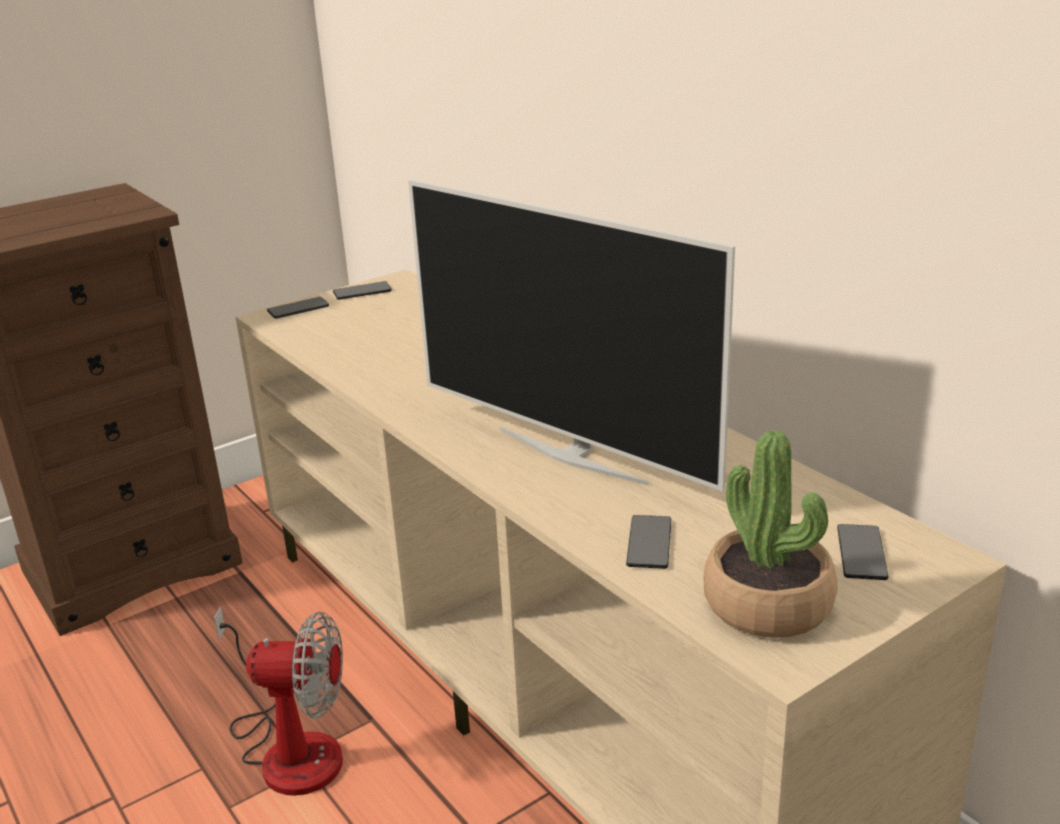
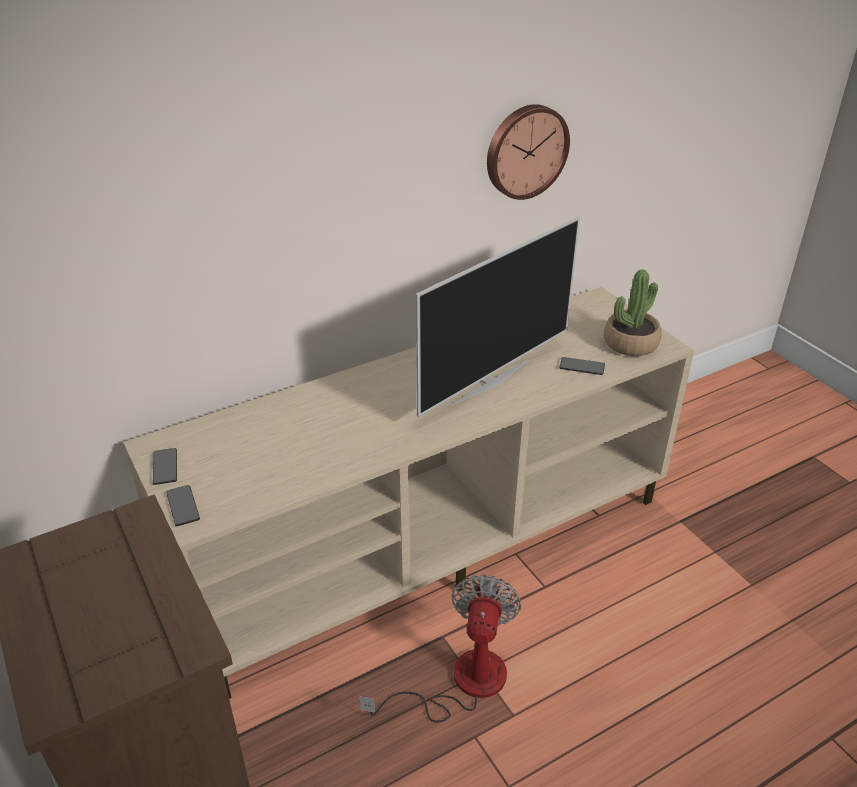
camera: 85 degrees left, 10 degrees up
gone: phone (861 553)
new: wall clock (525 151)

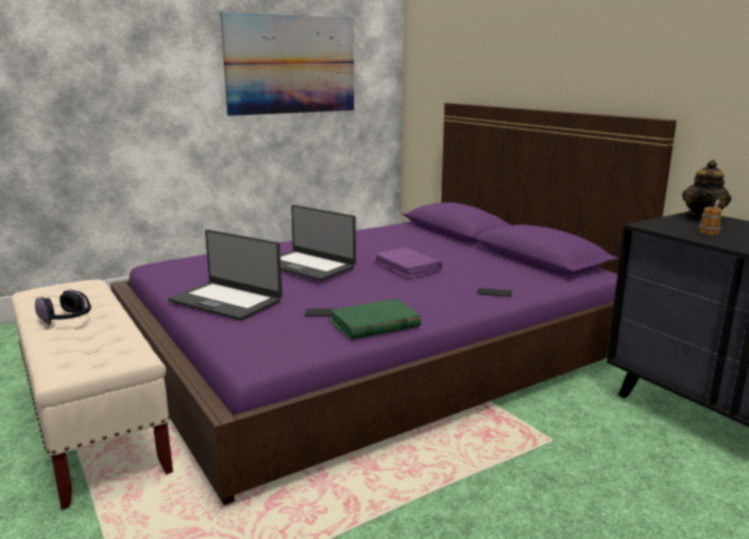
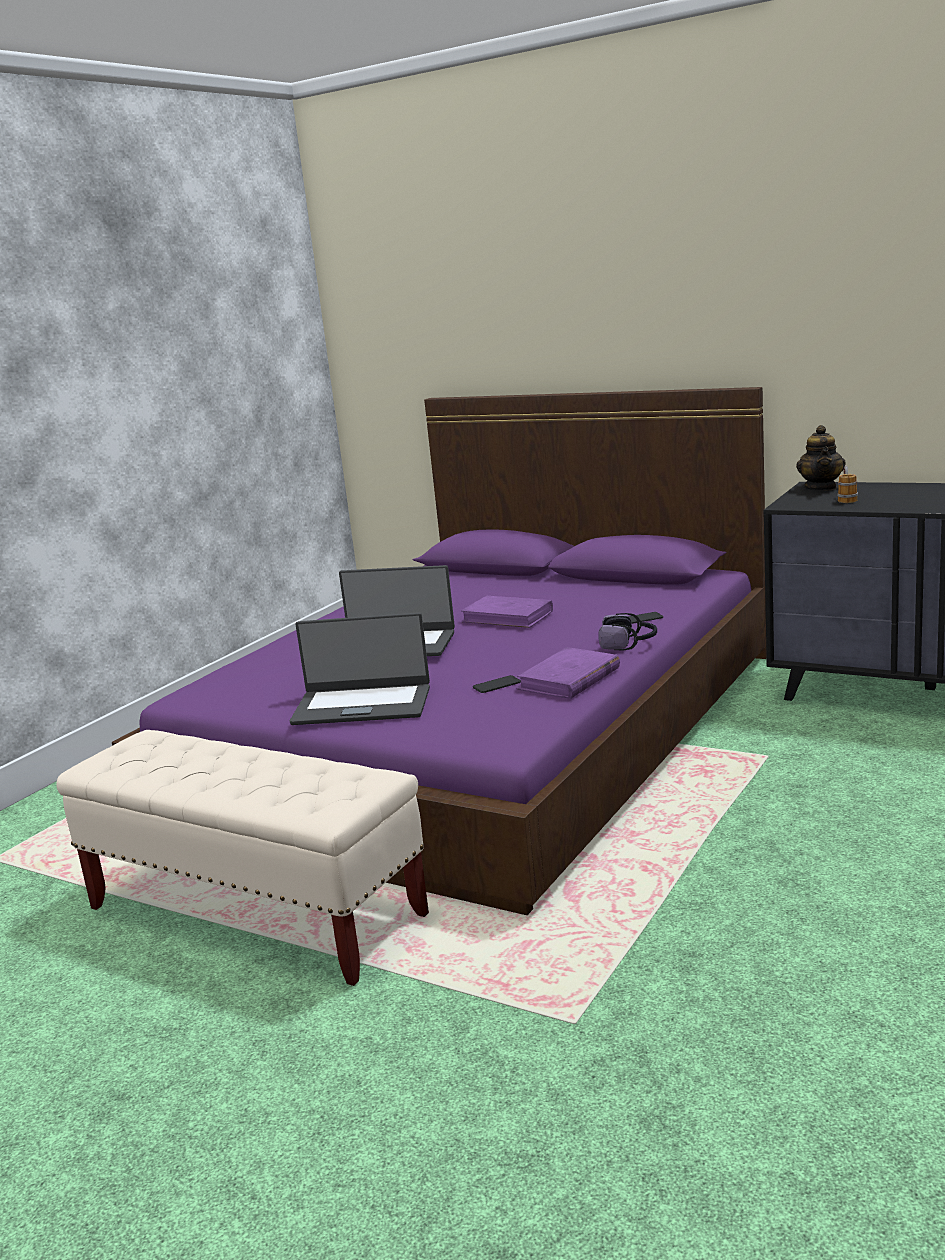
camera: 25 degrees left, 0 degrees up
gone: picture (290 65)
shifted: headphones (67 319) to (629 644)
repainted: book/green (374 324) to book/purple (569 679)

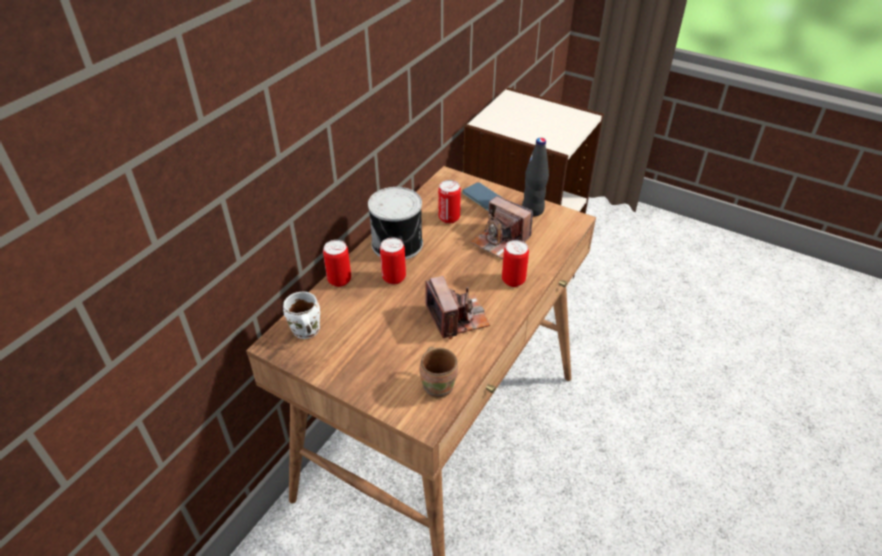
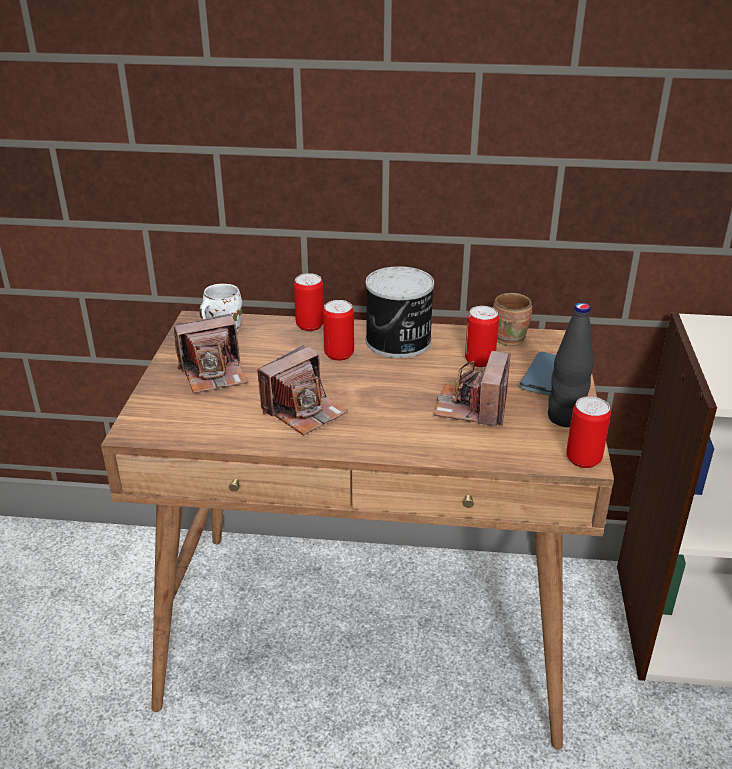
camera: 65 degrees right, 10 degrees down
new: photo camera (214 374)
shifted: mug/brown (439 385) to (512 339); can (513 280) to (583 459)

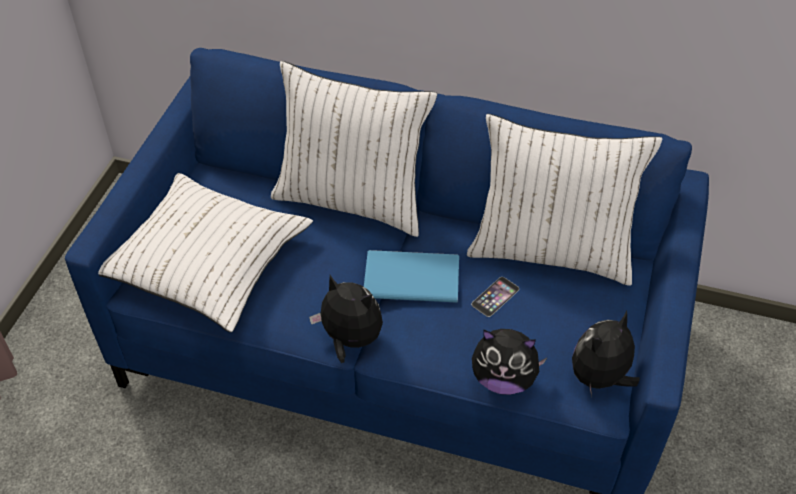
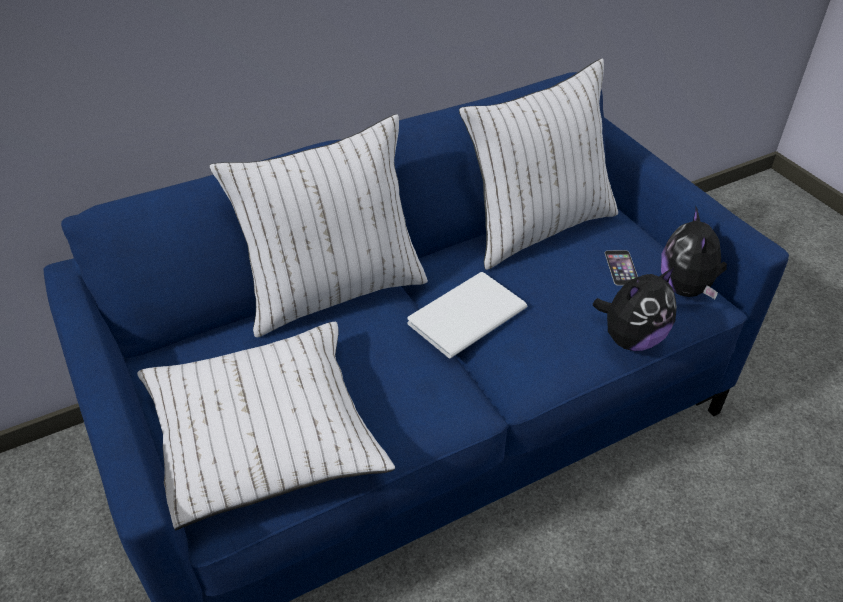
camera: 45 degrees left, 5 degrees down
gone: plush toy (350 340)
shifted: phone (495 296) to (621 267)
repainted: book/blue (409 276) to book/white (462 315)

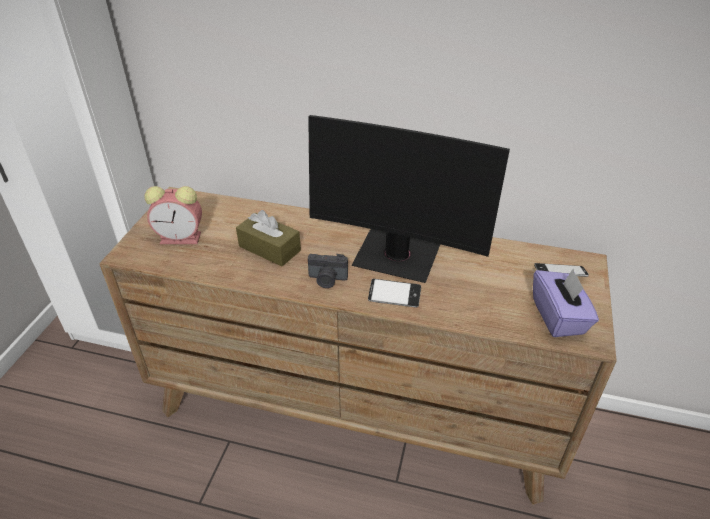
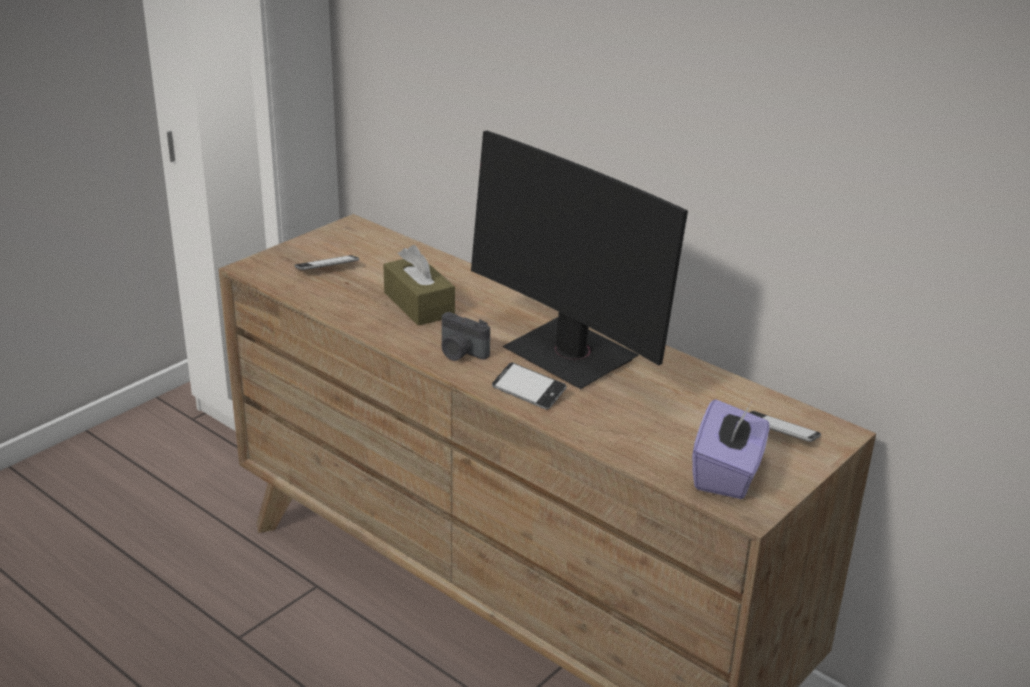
camera: 25 degrees right, 10 degrees down
swapped: alarm clock (182 237) to phone (327 268)

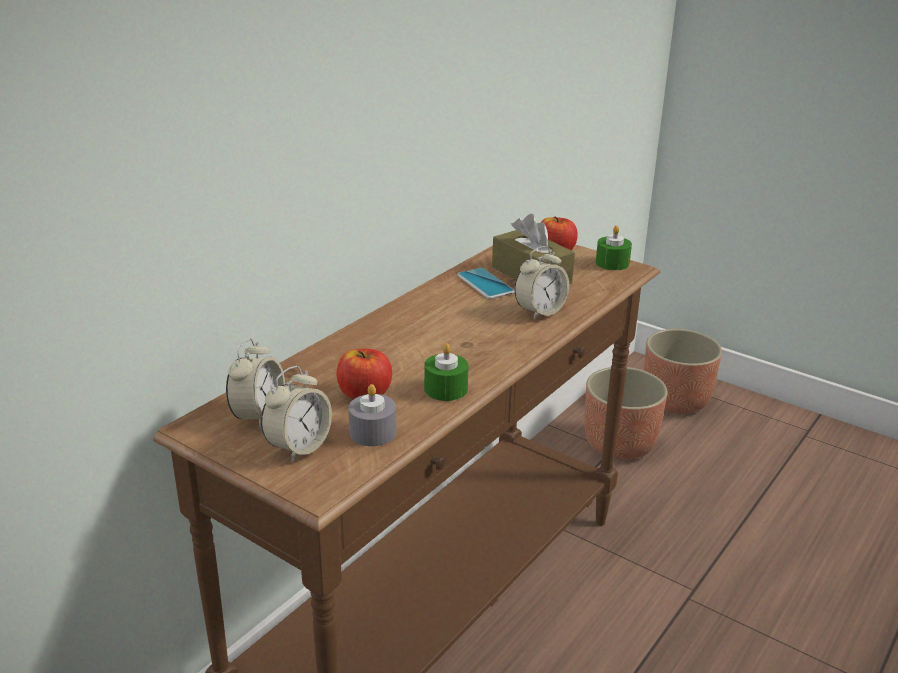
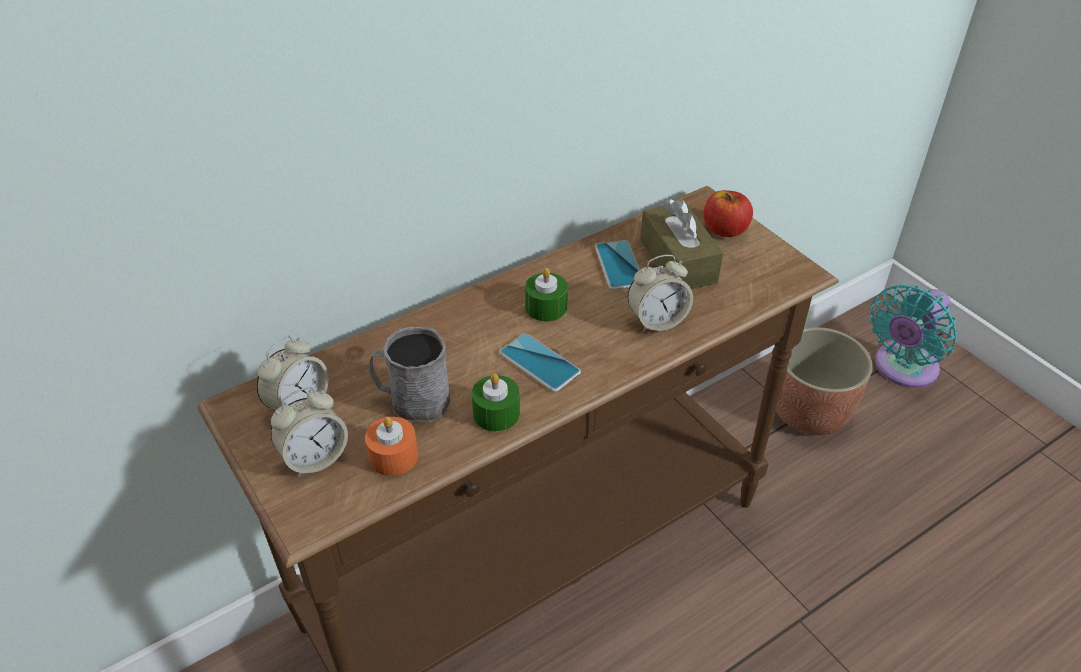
camera: 20 degrees right, 15 degrees up
new: phone (539 363)
shifted: candle/green (612 263) to (546 307)
swapped: apple (365 394) to mug/grey (412 401); planter (675 401) to fan/turquoise (902 369)
repainted: candle/grey (372 432) to candle/orange (393 456)

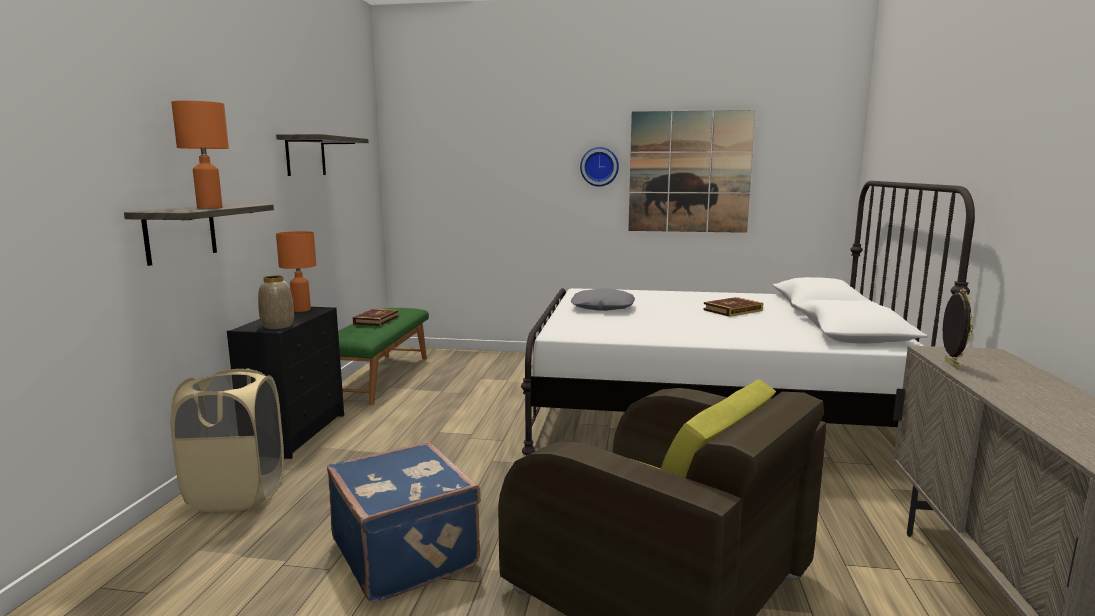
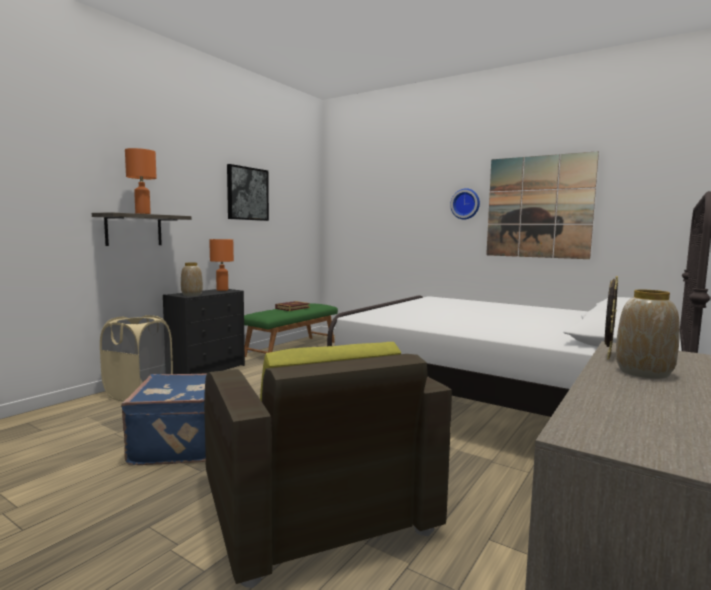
camera: 25 degrees right, 5 degrees down
gone: pillow/grey (602 307); book (732 310)
new: vase (643 372)
swapped: shelf (305 156) to picture (247 193)

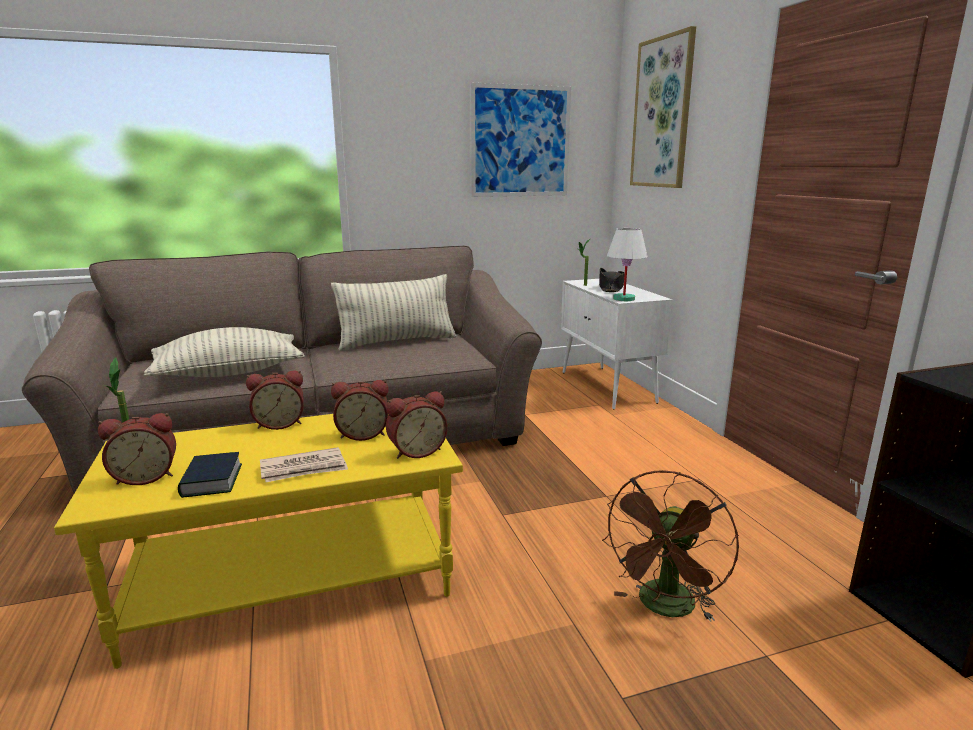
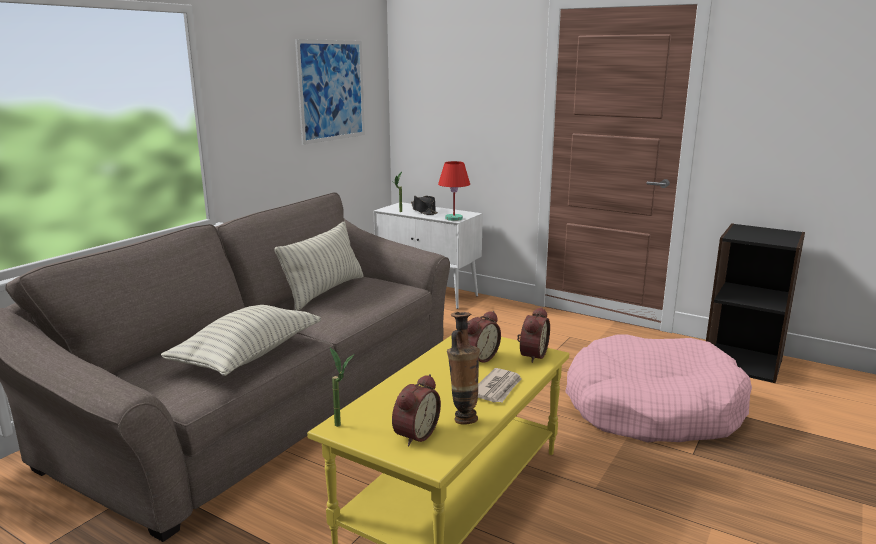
camera: 40 degrees left, 0 degrees up
gone: alarm clock (279 423); picture (662 113)
swapped: book (211 481) to vase (463 417); fan/brown (665 608) to dog bed/pink (652 408)
repainted: table lamp/white (623 299) to table lamp/red (453 218)

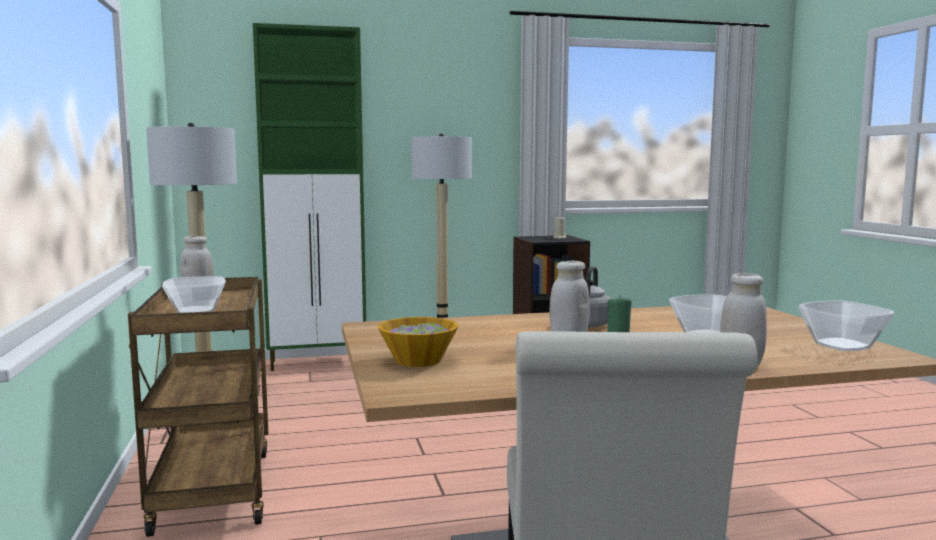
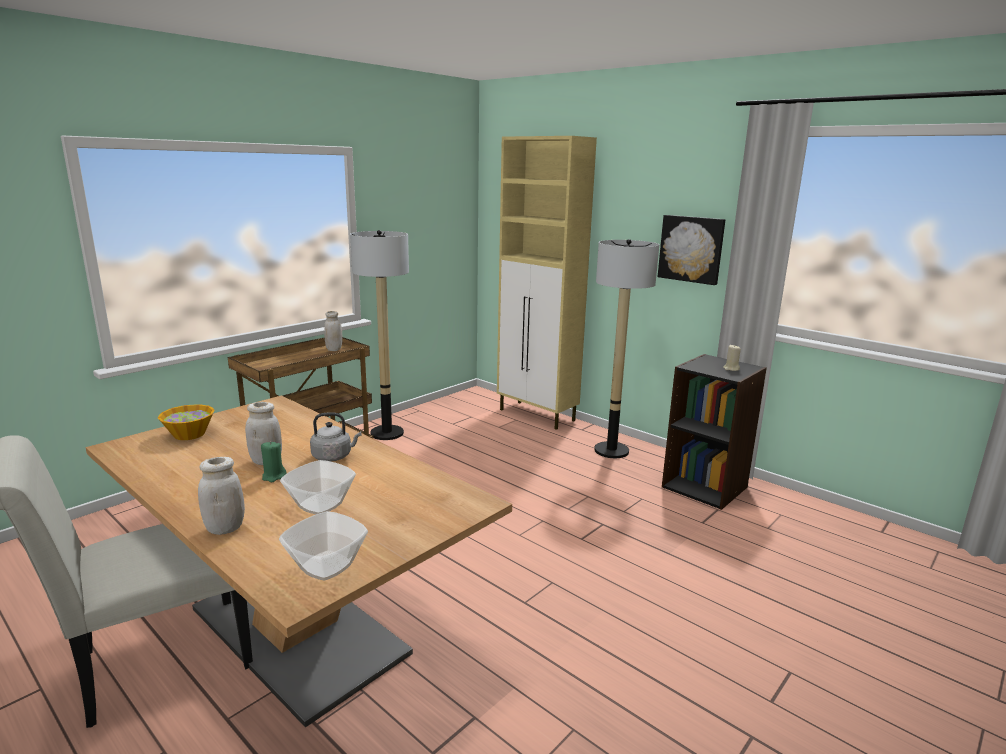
camera: 55 degrees right, 10 degrees up
gone: bowl (195 311)
new: picture (691 249)
repainted: cabinet/green (319 363) to cabinet/beige (537 415)

